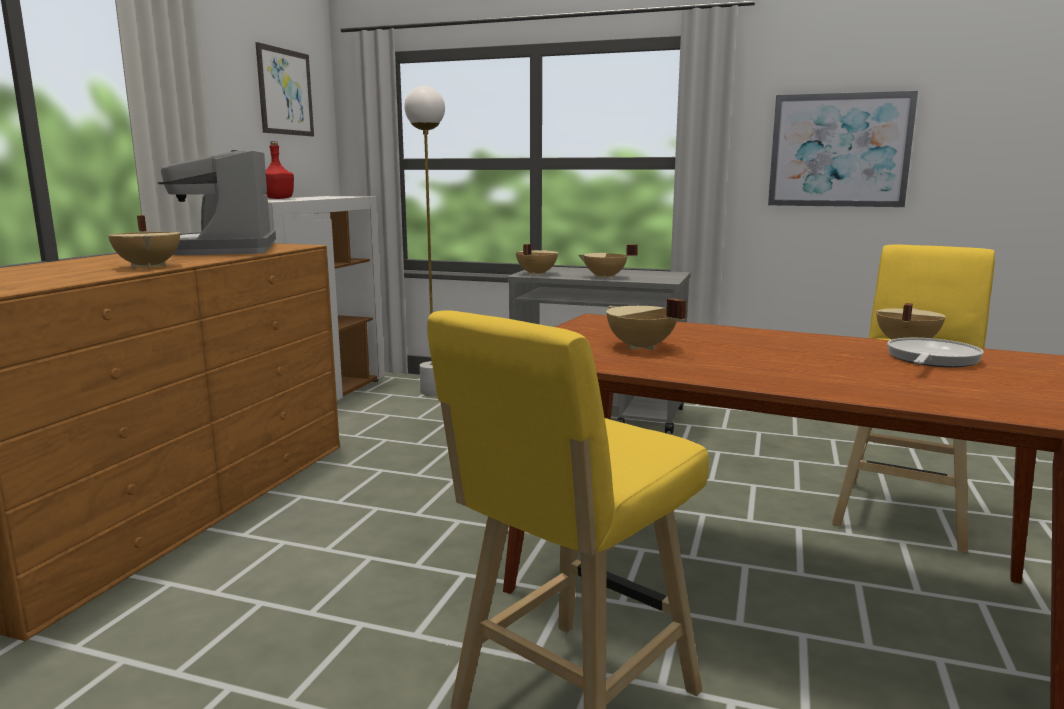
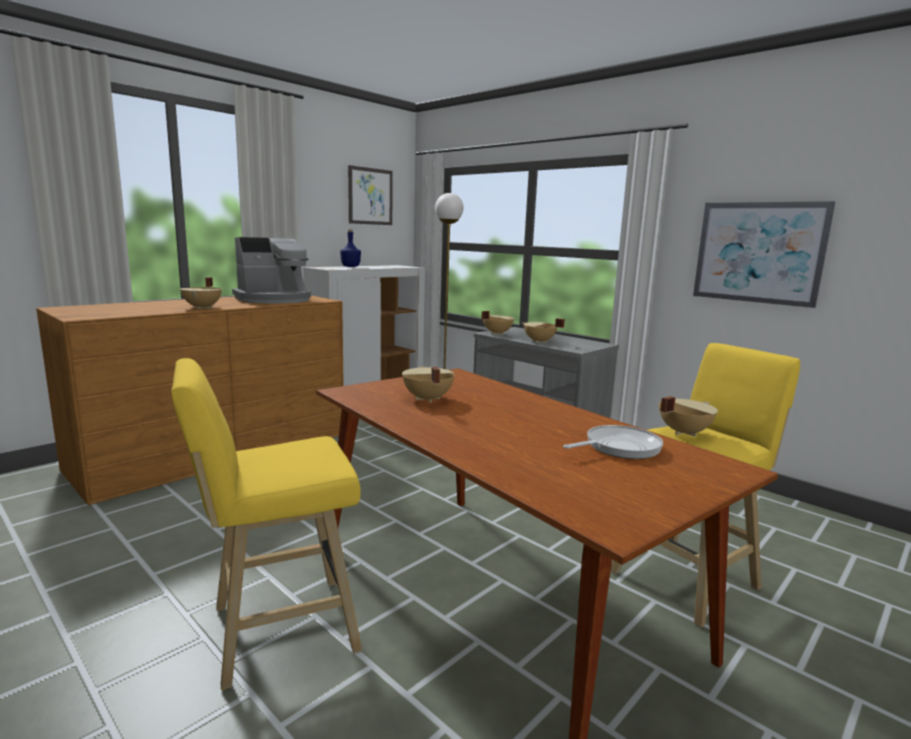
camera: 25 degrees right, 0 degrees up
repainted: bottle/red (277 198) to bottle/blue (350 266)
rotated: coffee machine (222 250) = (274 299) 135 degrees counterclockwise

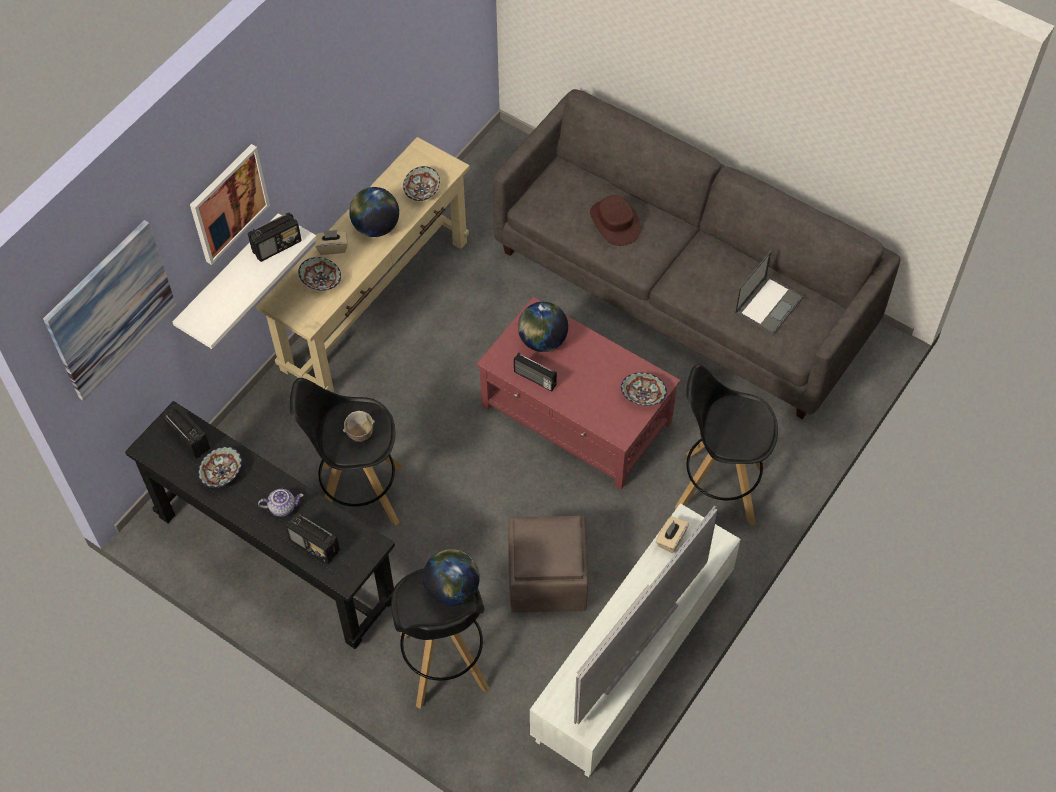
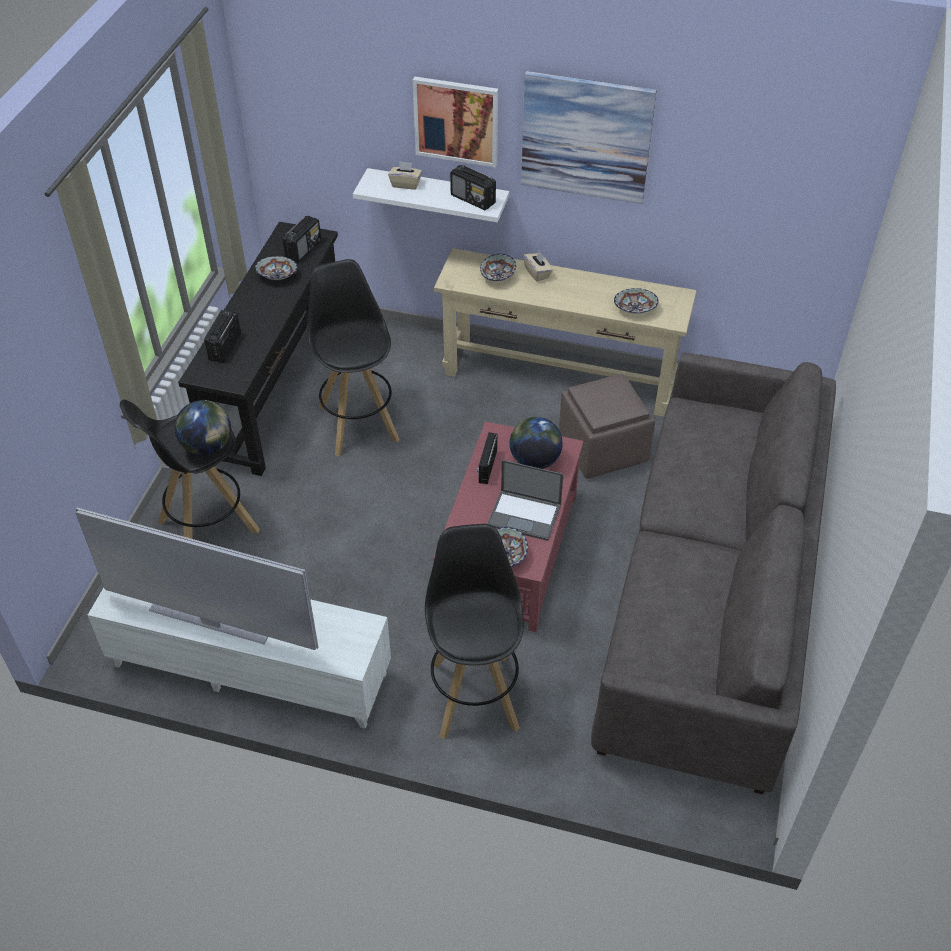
camera: 70 degrees right, 10 degrees down
gone: teapot (283 507); bowl (359 436); globe (376 227); hat/brown (615 222)
shifted: picture (110 310) to (586 137); ottoman/brown (547 580) to (602 448); tissue box/beige (671 539) to (405 184); laptop (768 304) to (525 515)

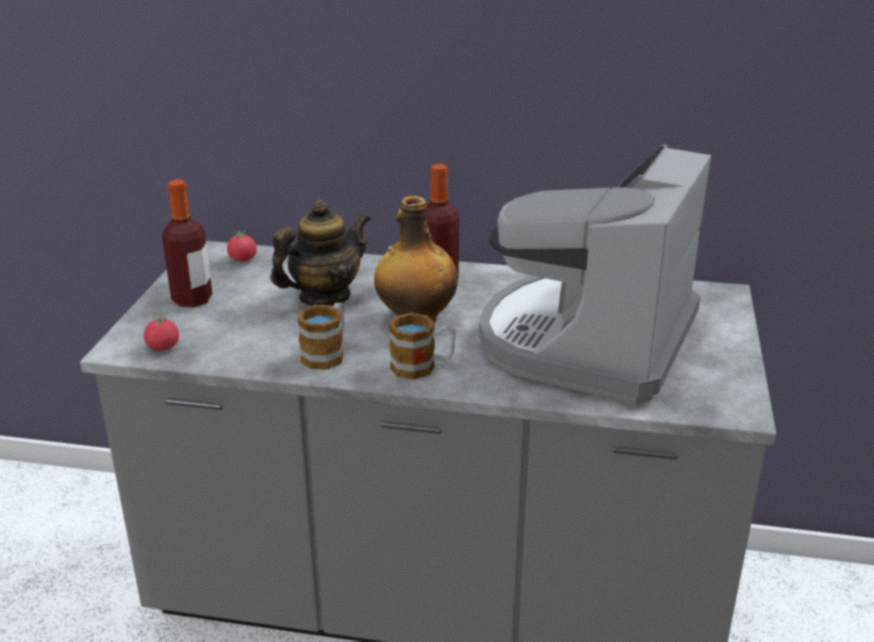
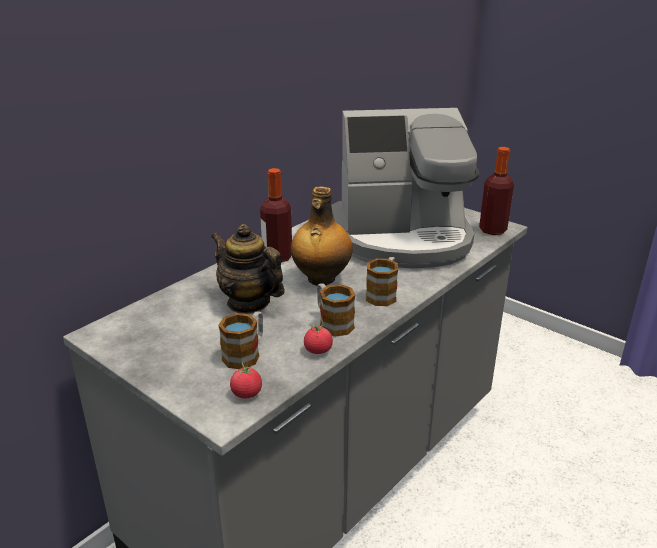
camera: 60 degrees left, 0 degrees up
new: mug (246 354)
shifted: bottle (192 300) to (492 230); tomato (243 259) to (318 350)
rotated: teapot (324 297) = (248 303) 45 degrees counterclockwise; coffee machine (588 341) = (402 238) 60 degrees counterclockwise

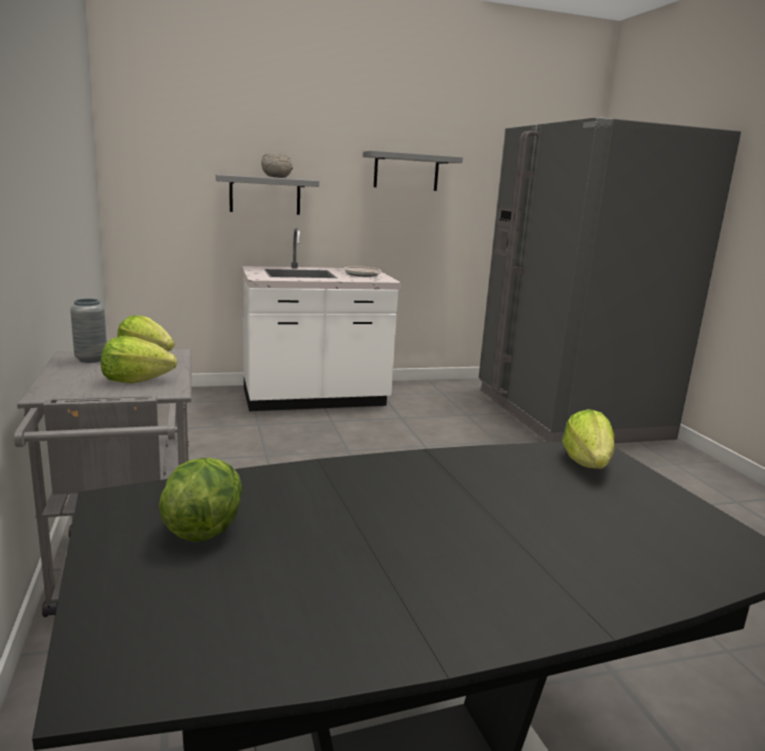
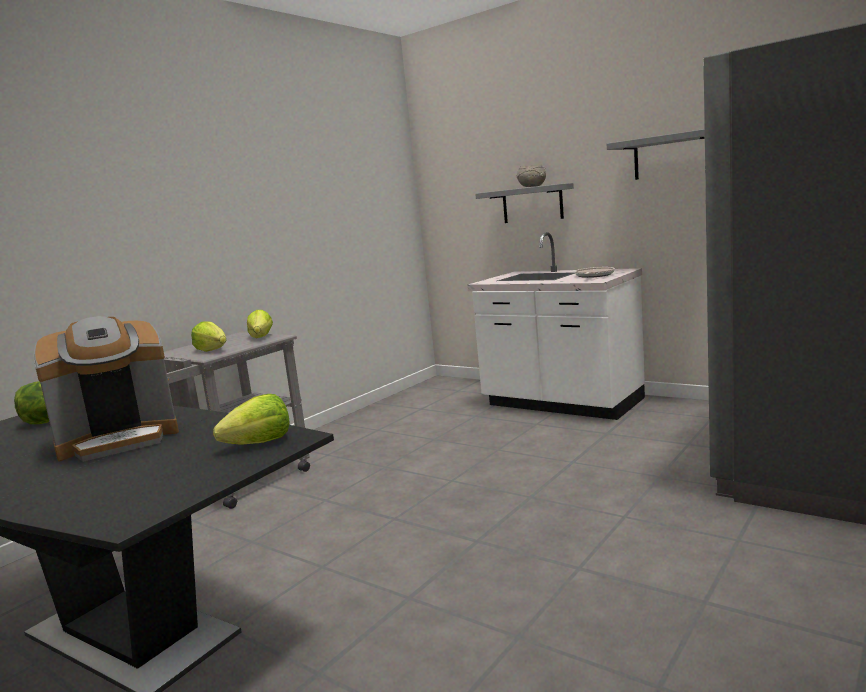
camera: 55 degrees right, 5 degrees down
gone: vase/grey (91 359)
new: coffee machine (119 440)

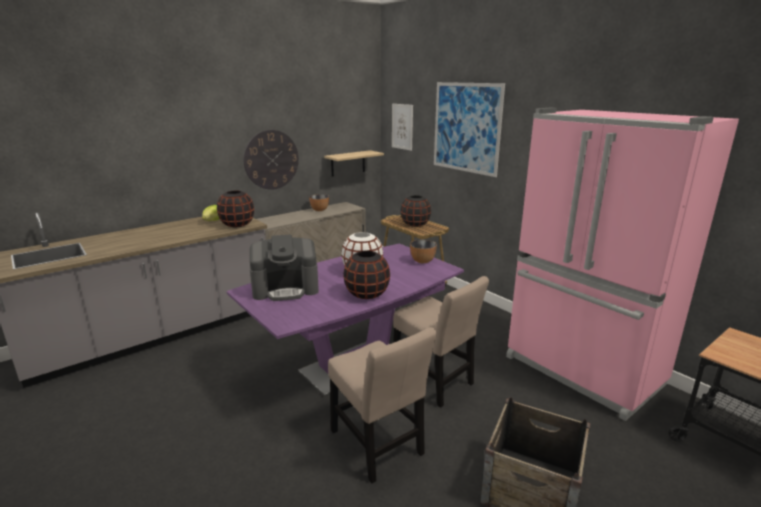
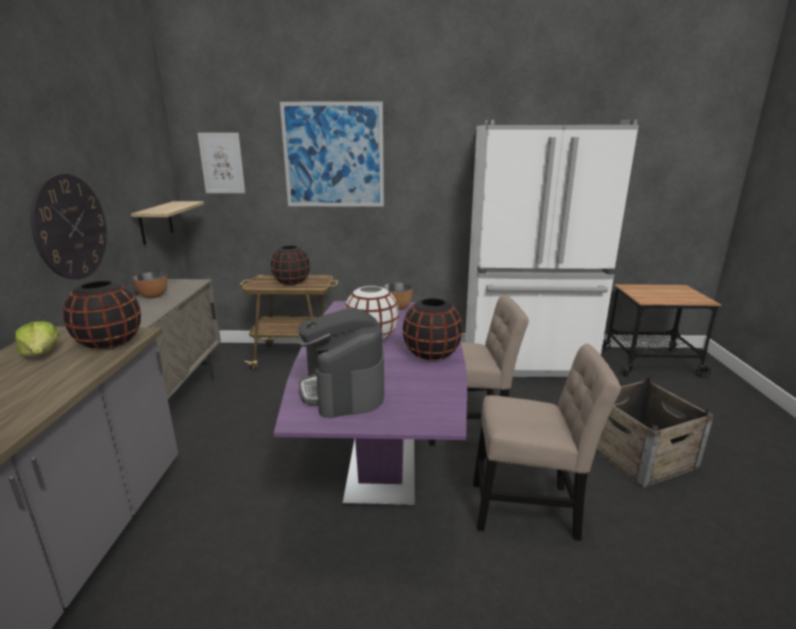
camera: 50 degrees left, 0 degrees up
repainted: fridge/pink (582 372) to fridge/white (527 363)
rotated: coffee machine (286 289) = (343 389) 135 degrees clockwise

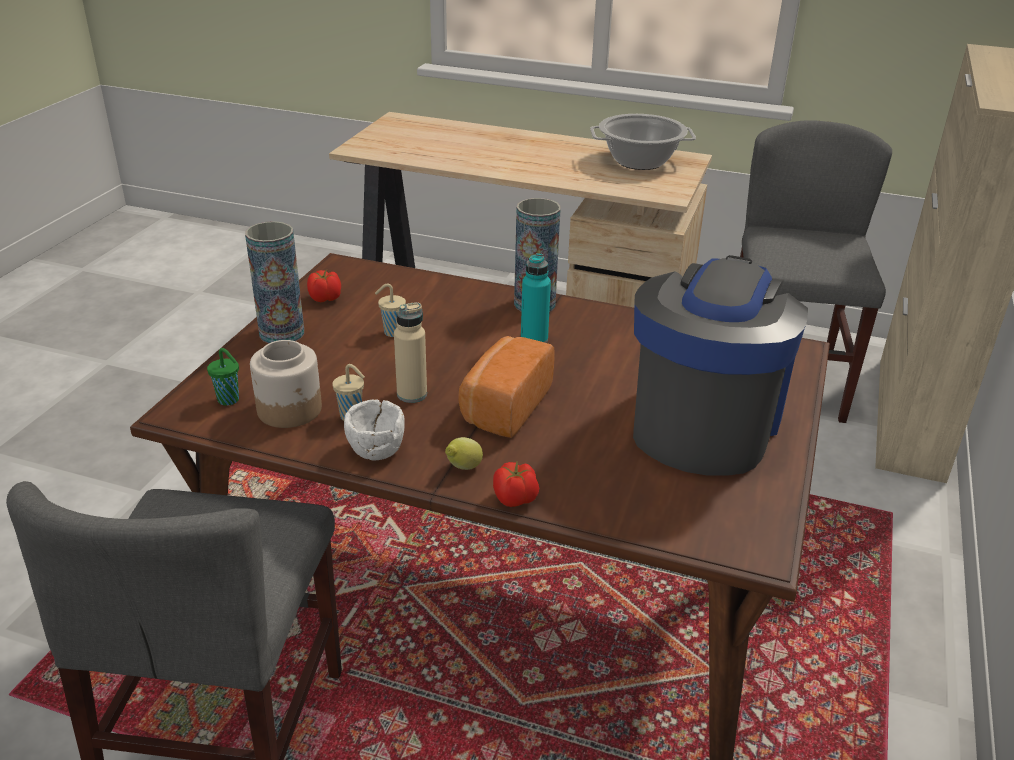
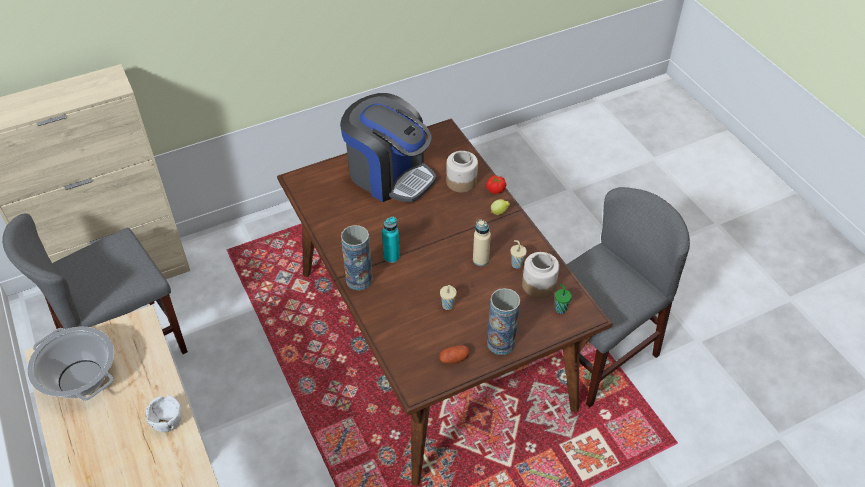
camera: 135 degrees left, 15 degrees up
gone: bread (503 406)
new: jar (461 182)
shifted: bowl/white (376 449) to (167 422)
swapped: tomato (326 298) to potato (454 359)
rotated: coffee machine (704 422) = (389 175) 120 degrees counterclockwise

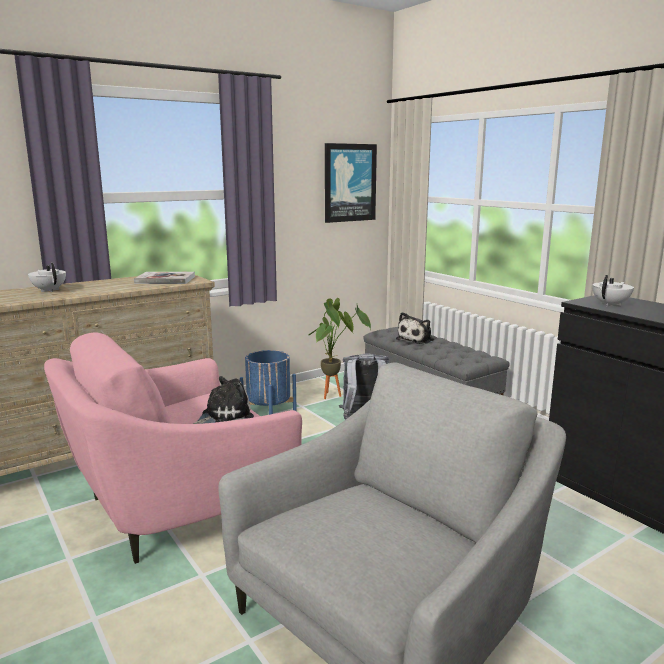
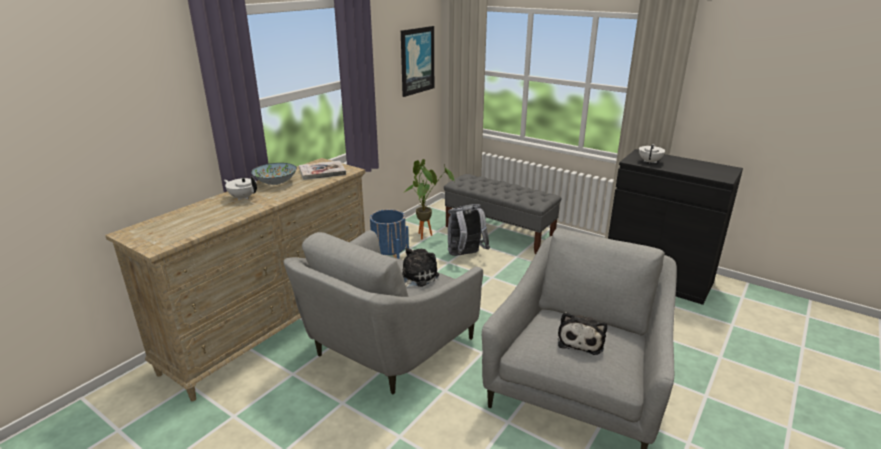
camera: 20 degrees left, 10 degrees up
new: bowl (275 182)
shifted: plush toy (416 339) to (581 340)
repainted: armchair/pink (179 506) to armchair/grey (386 346)

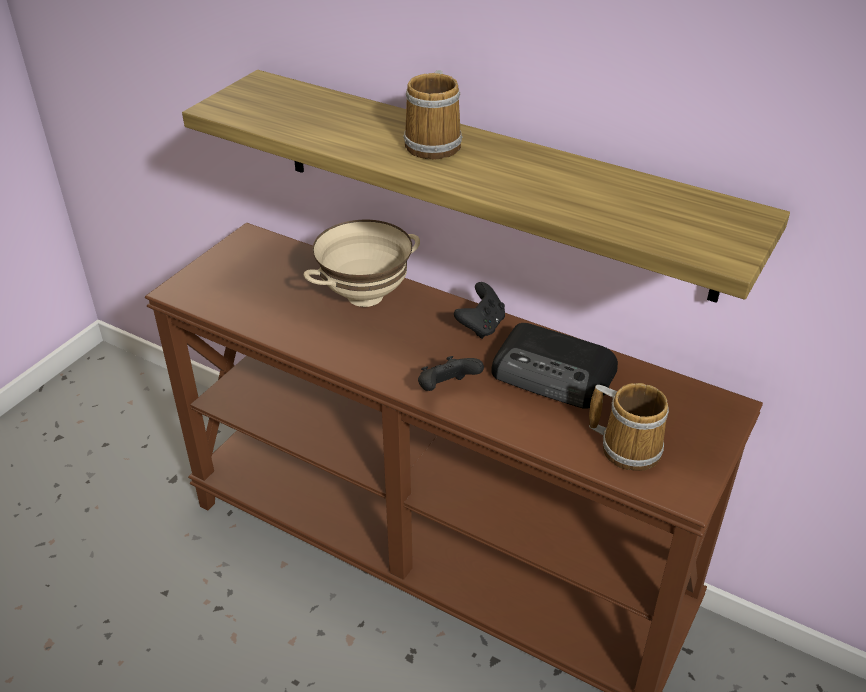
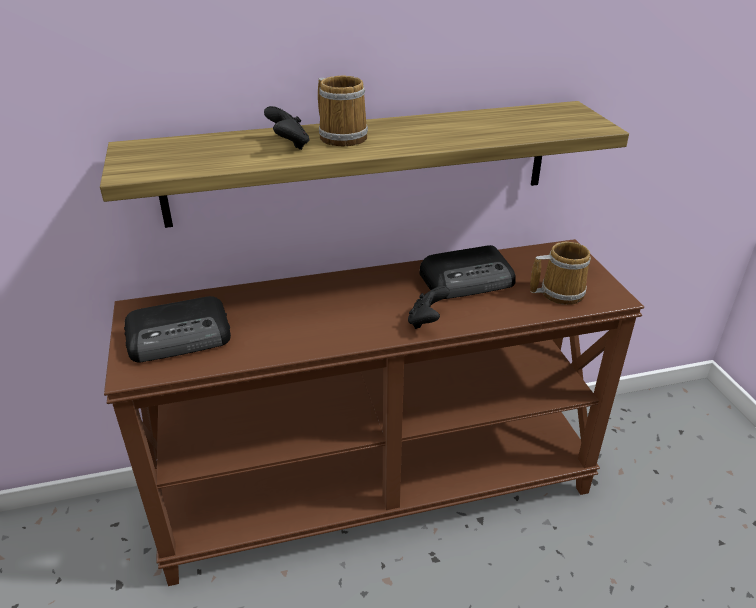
camera: 45 degrees left, 5 degrees down
gone: bowl/beige (365 297)
new: radio (181 337)
shifted: game controller/black (481 326) to (289 145)

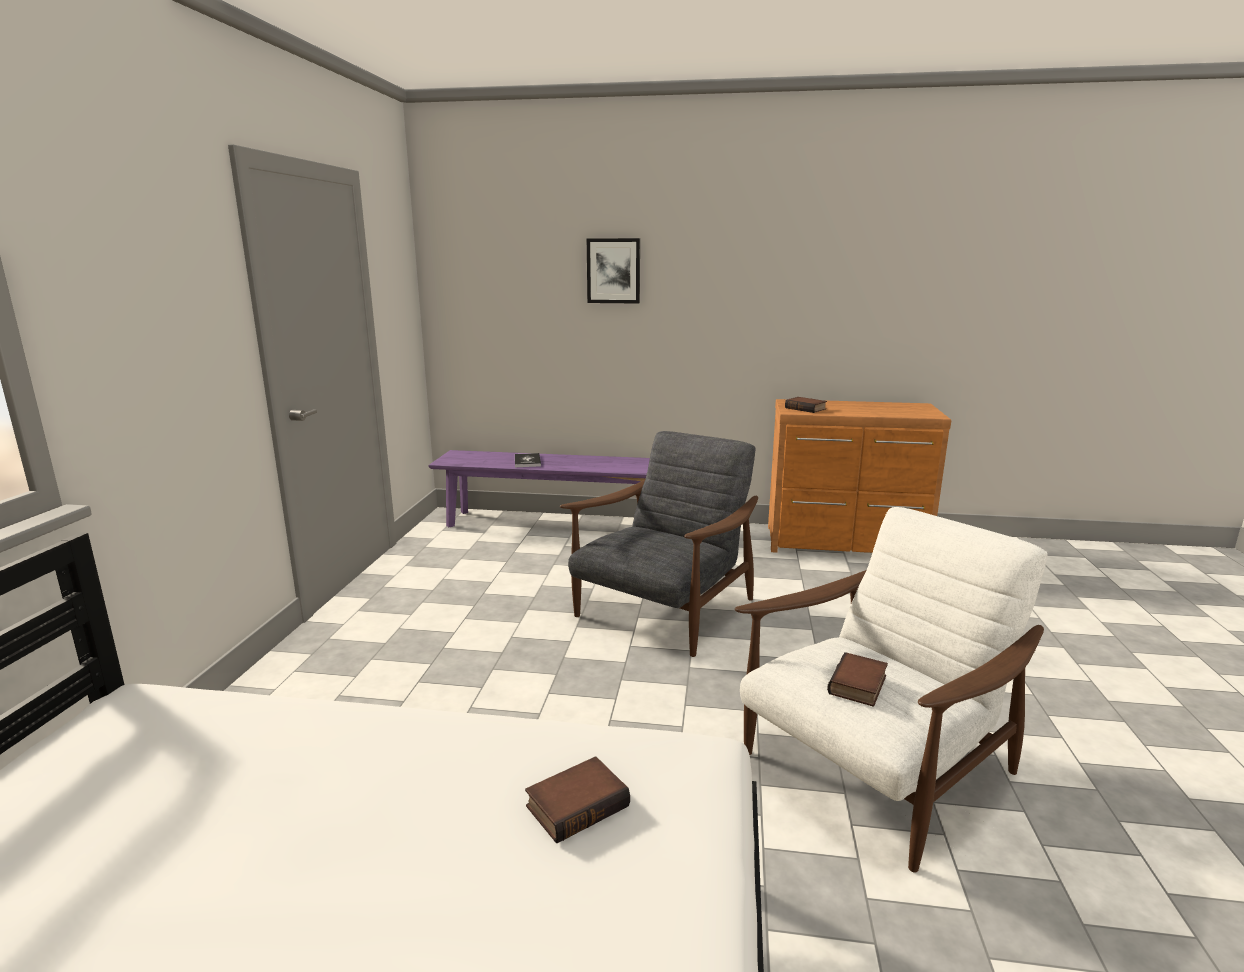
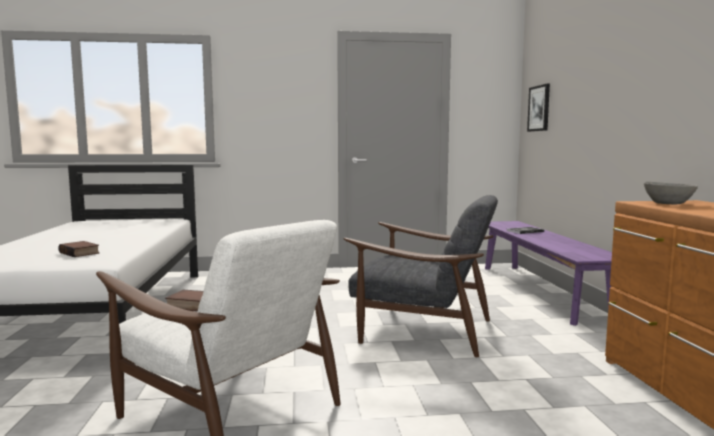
camera: 75 degrees right, 10 degrees down
shifted: picture (613 271) to (539 108)
swapped: book (806 408) to bowl/grey (669 203)

